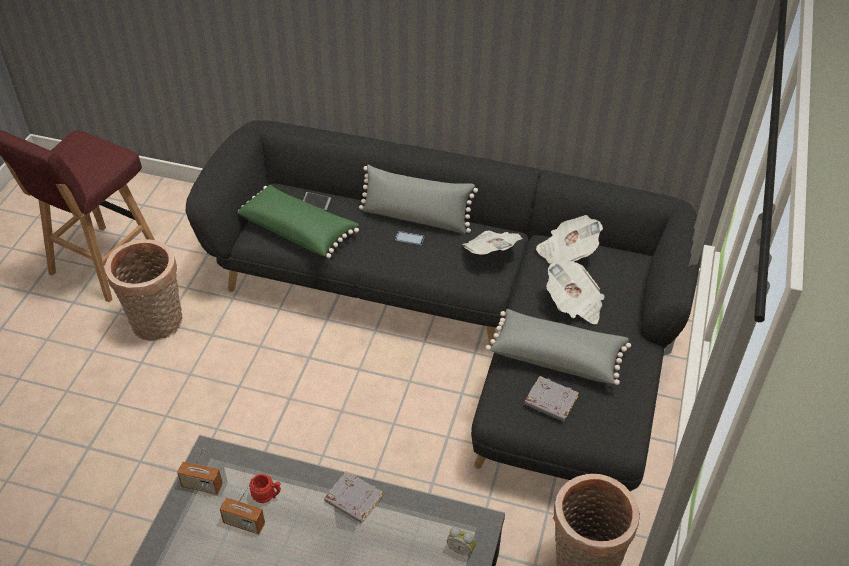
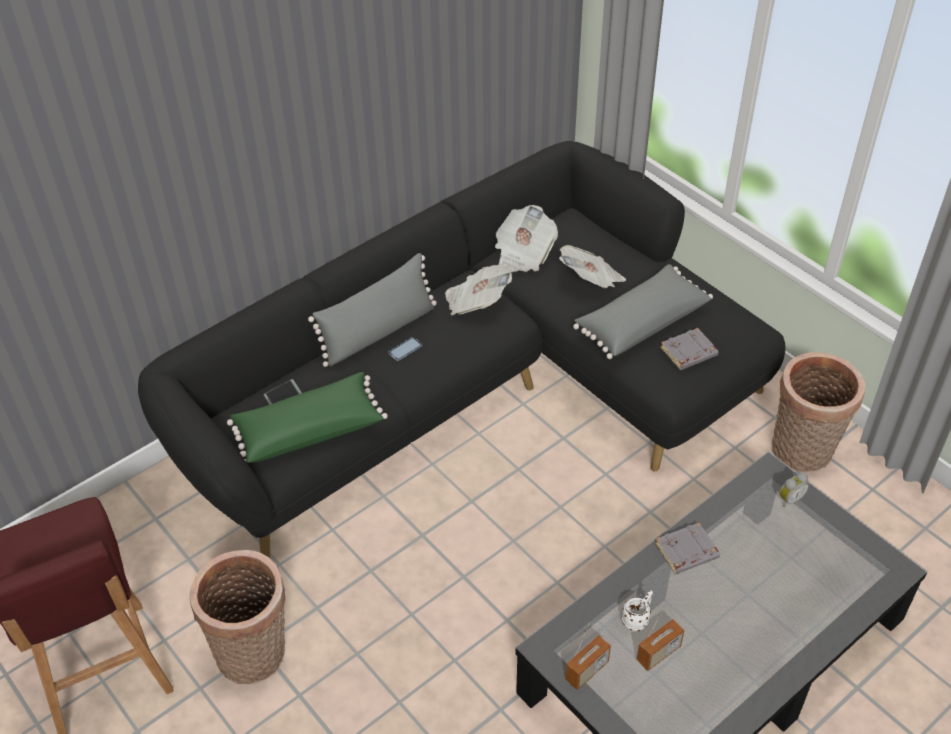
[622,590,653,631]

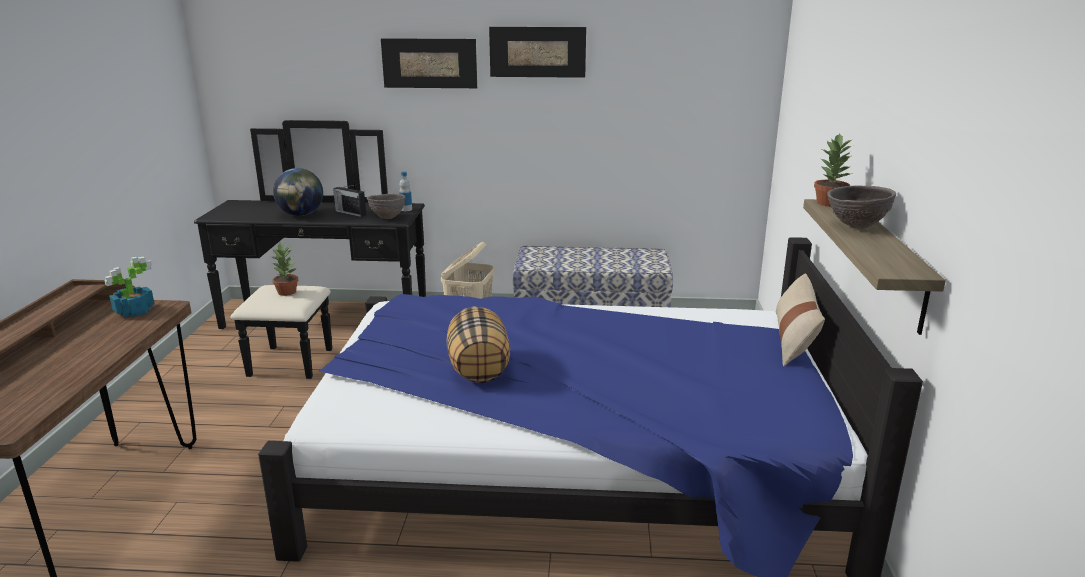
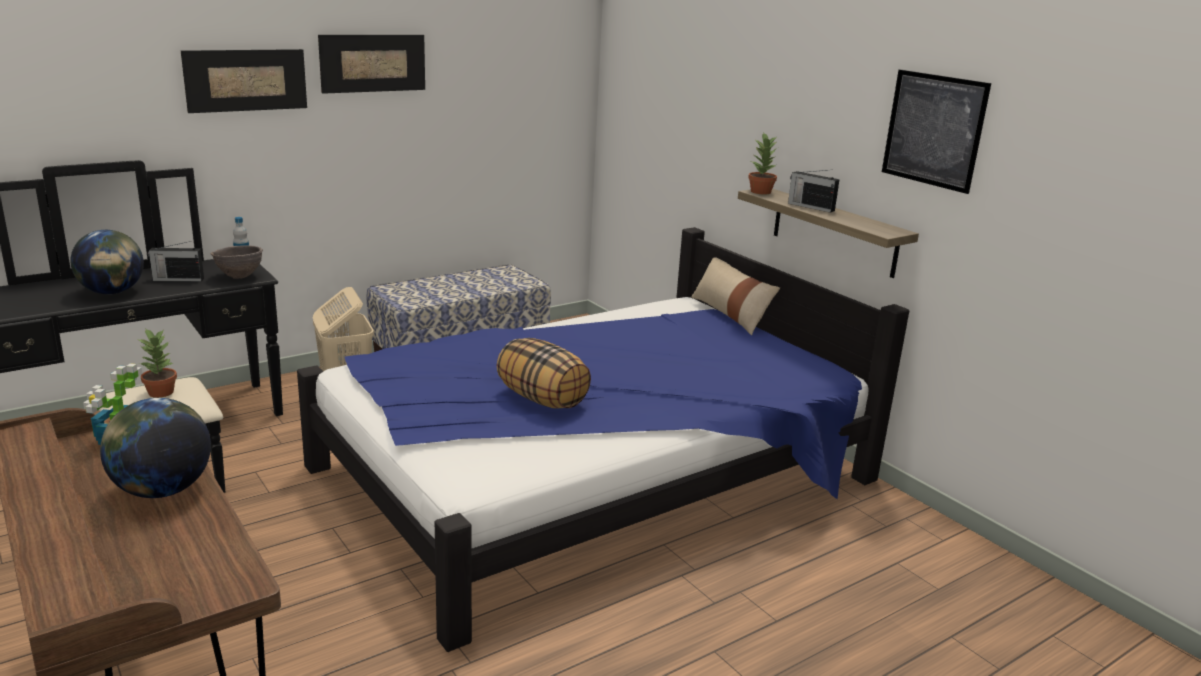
[788,170,840,213]
[882,70,991,194]
[100,398,211,498]

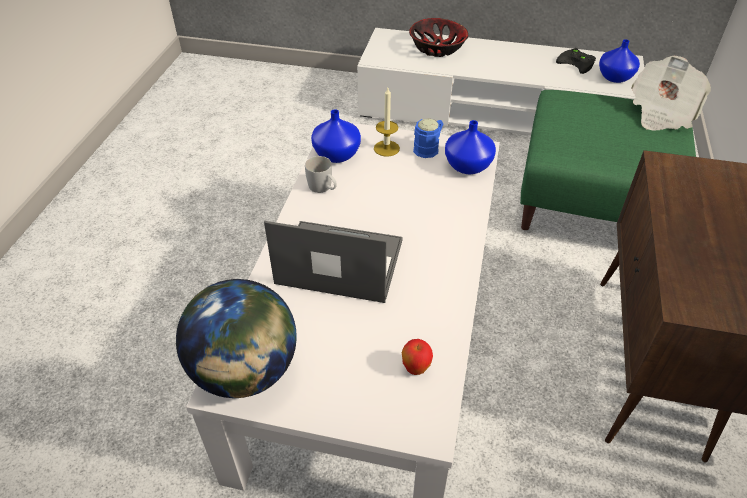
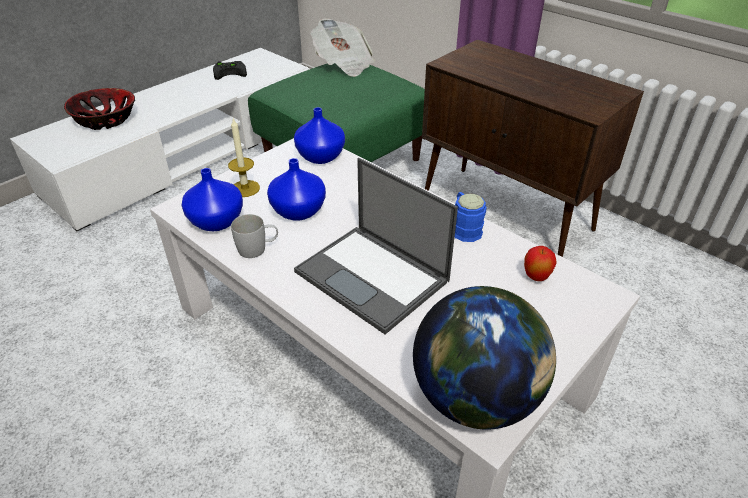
[267,158,326,221]
[454,192,487,242]
[294,158,458,334]

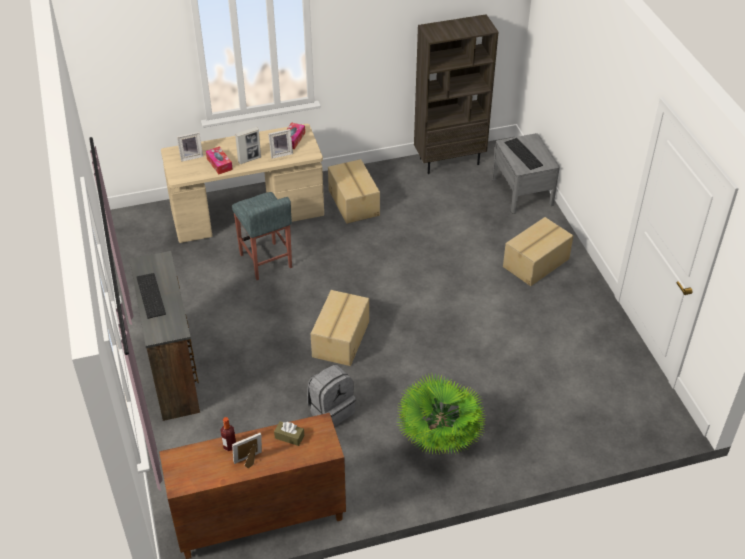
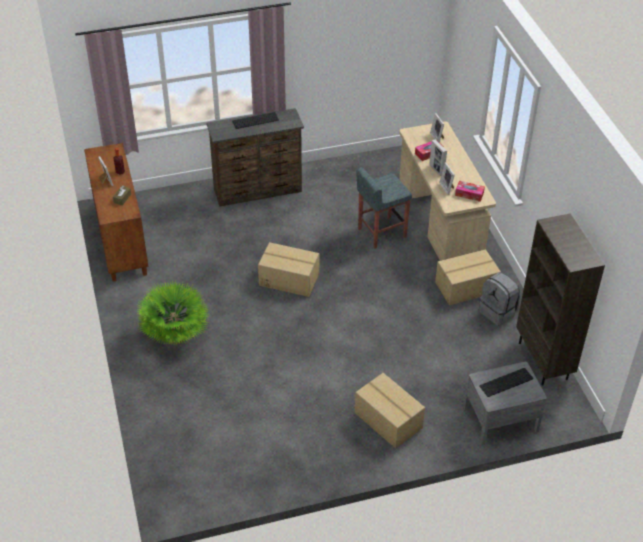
[479,272,520,326]

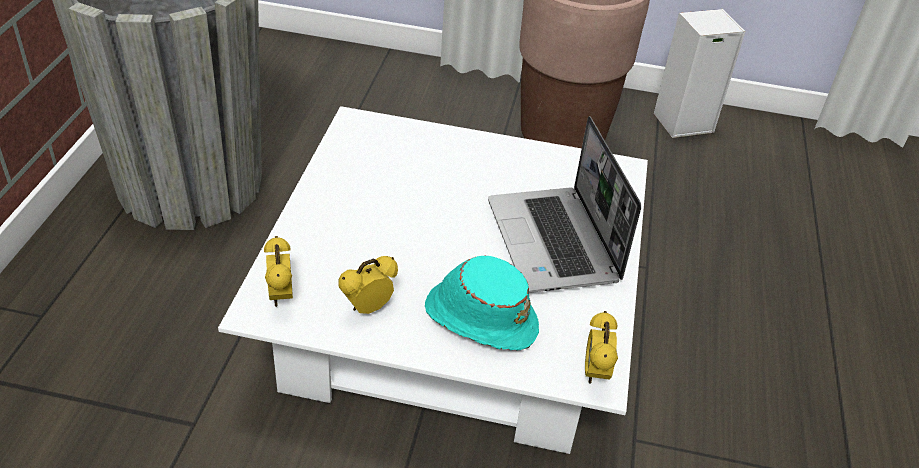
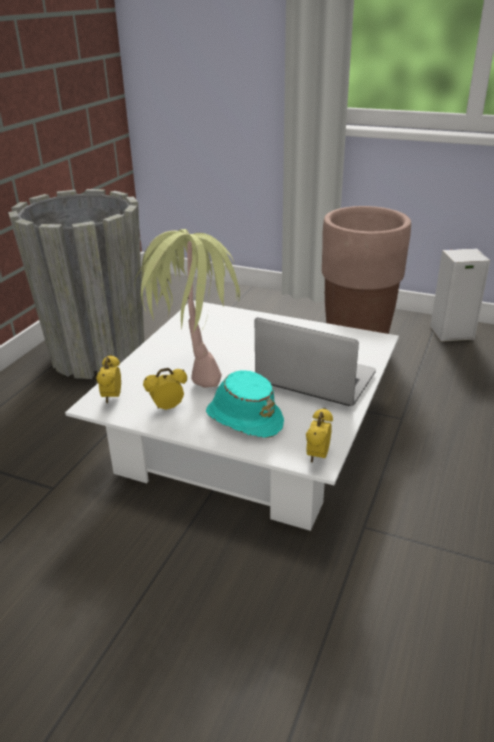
[255,318,376,406]
[134,229,240,388]

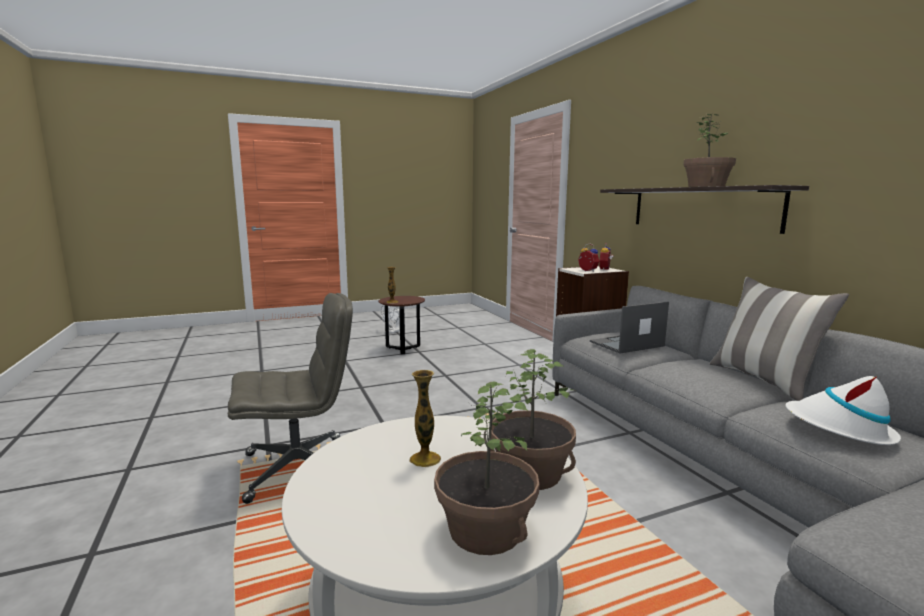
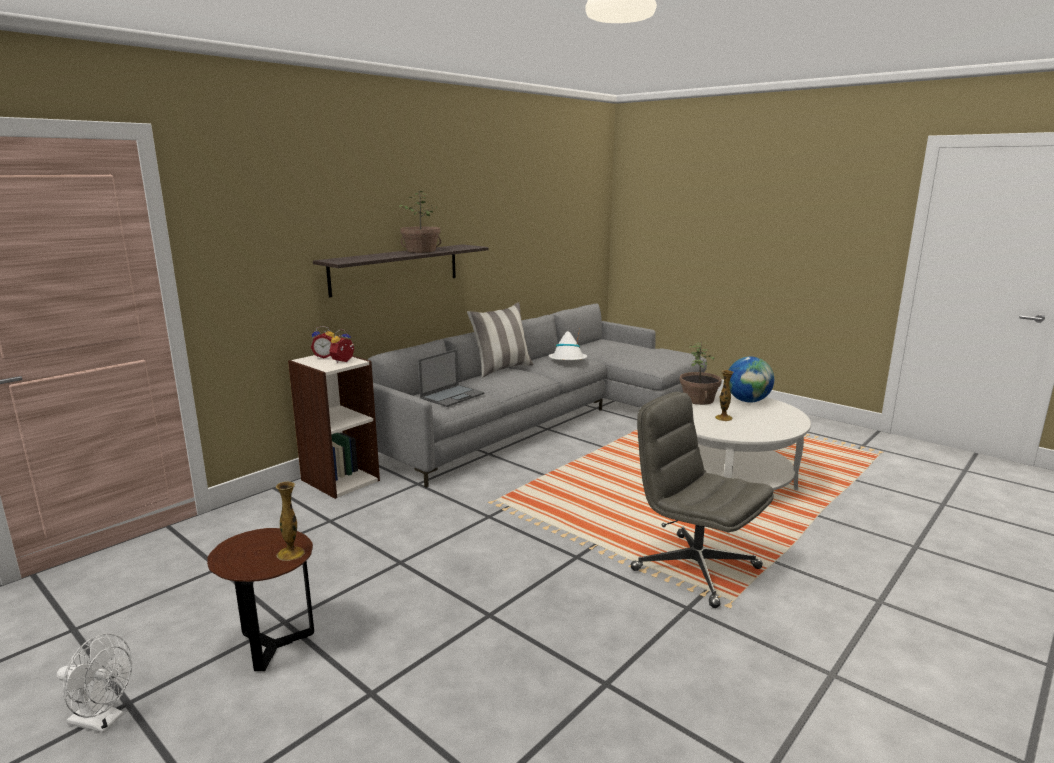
[418,349,484,407]
[729,356,774,403]

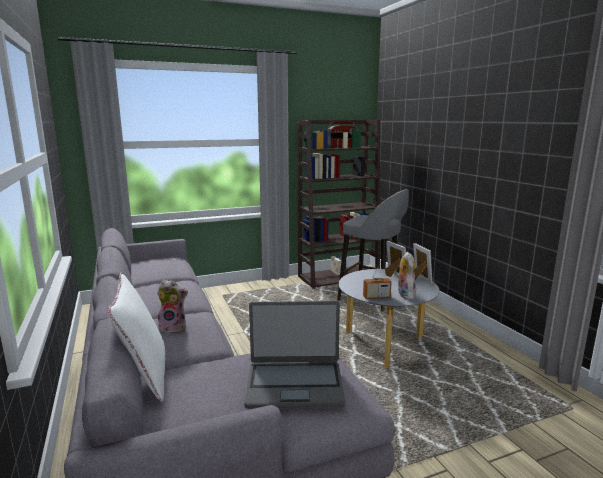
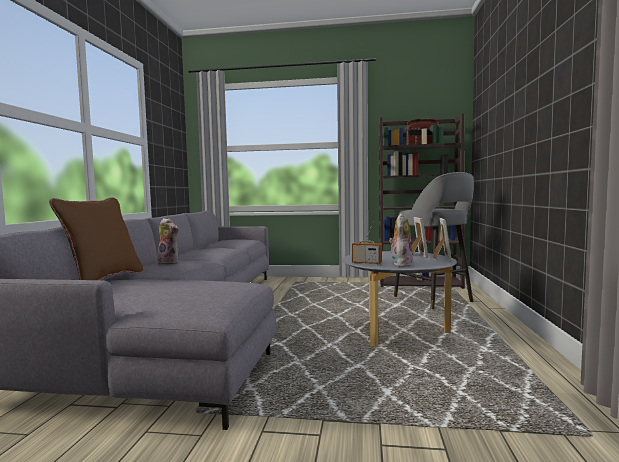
[49,197,144,280]
[244,301,346,409] (first image)

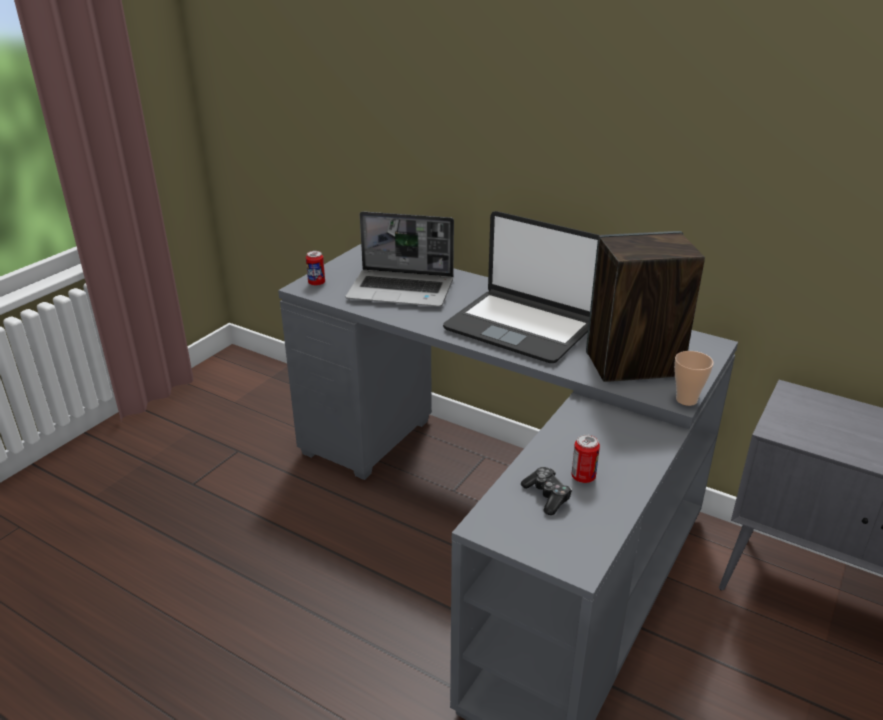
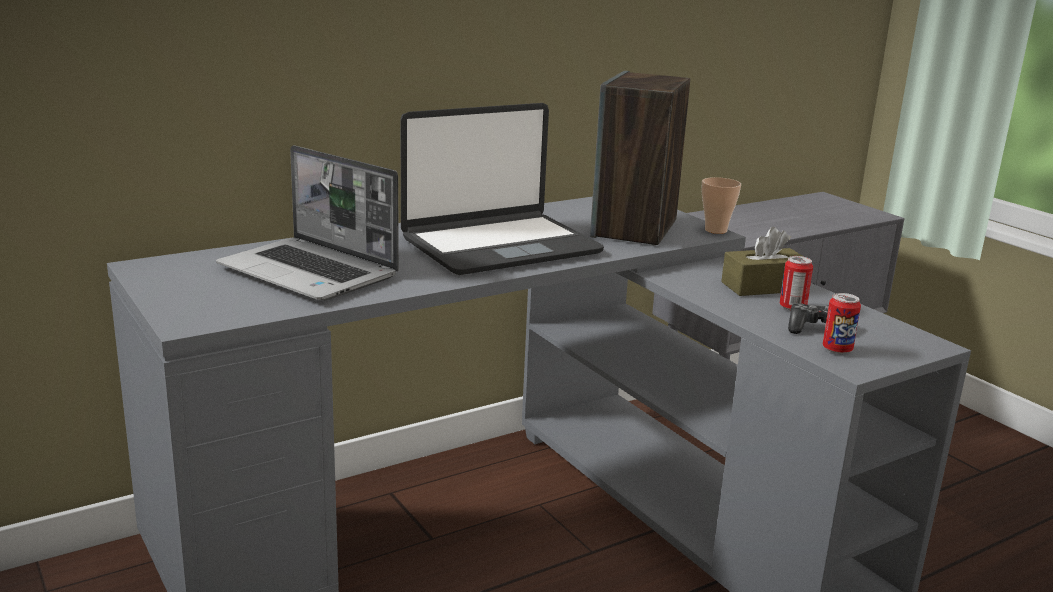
[216,145,399,300]
[823,293,861,354]
[721,227,804,296]

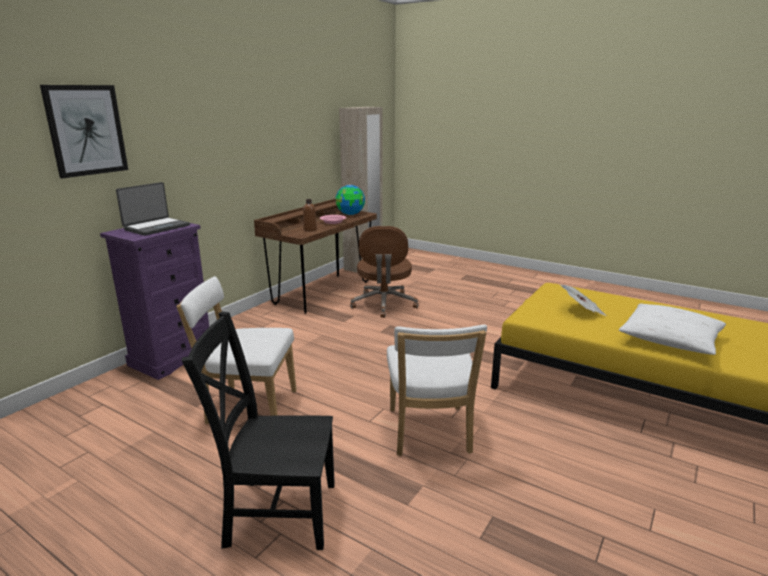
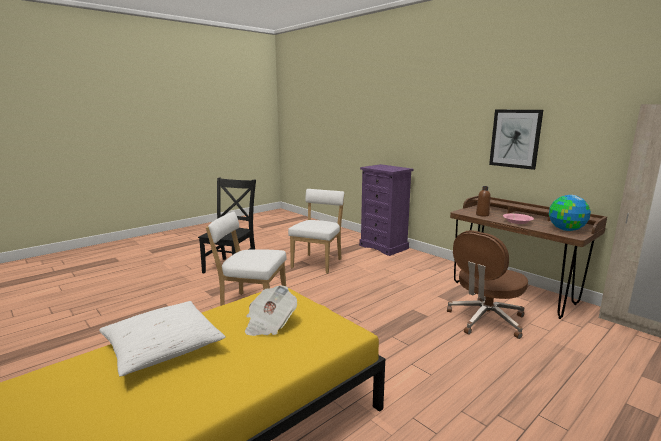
[489,110,543,170]
[116,182,190,236] (first image)
[447,230,528,339]

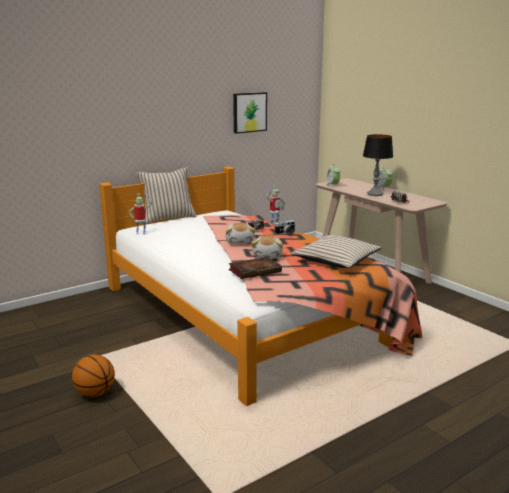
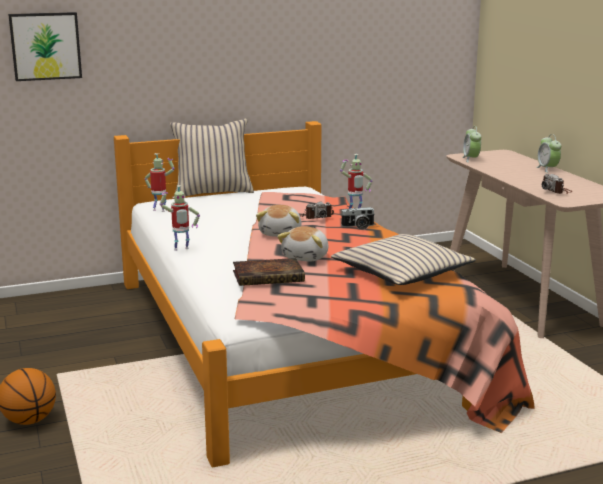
[8,12,82,81]
[363,134,393,196] (first image)
[160,185,200,251]

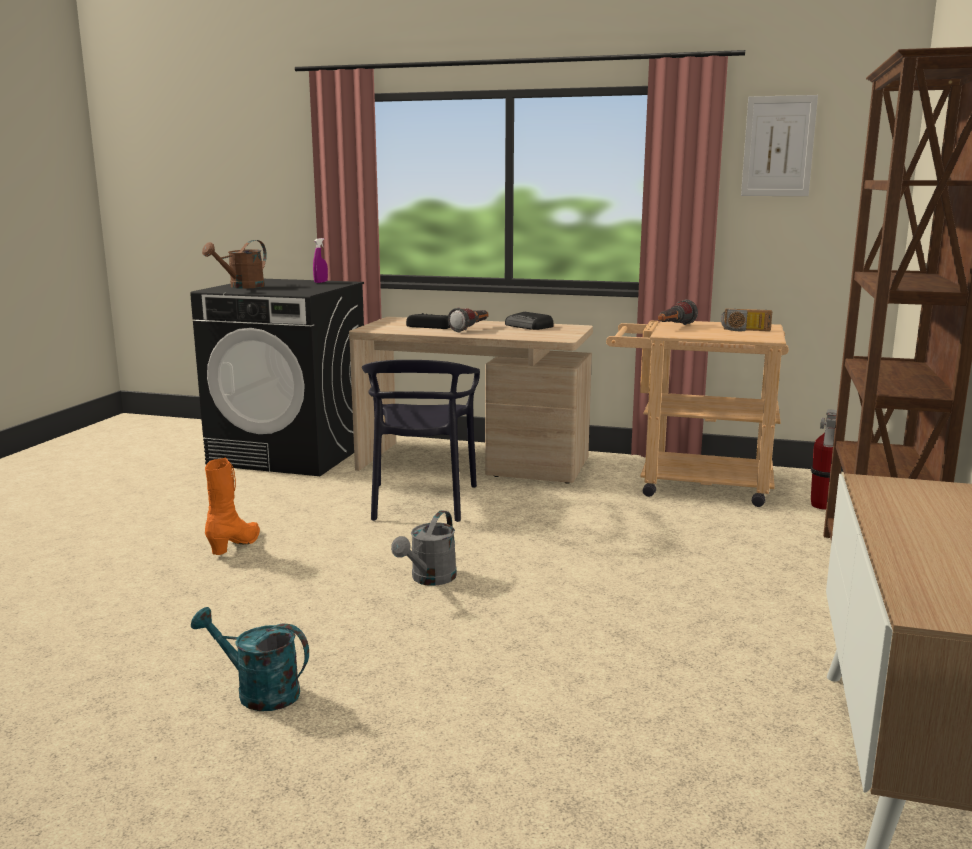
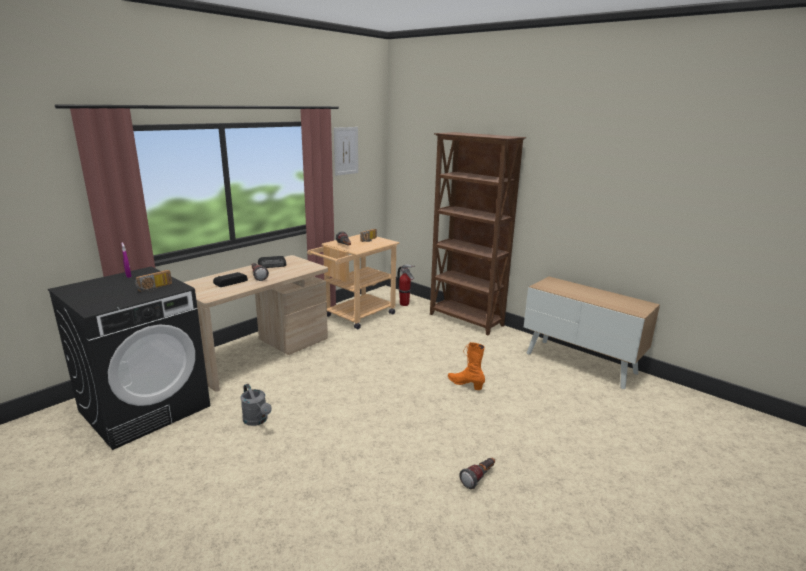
[202,240,267,289] (first image)
[362,360,480,522] (first image)
[448,342,485,390]
[241,384,272,426]
[459,458,495,489]
[135,270,172,292]

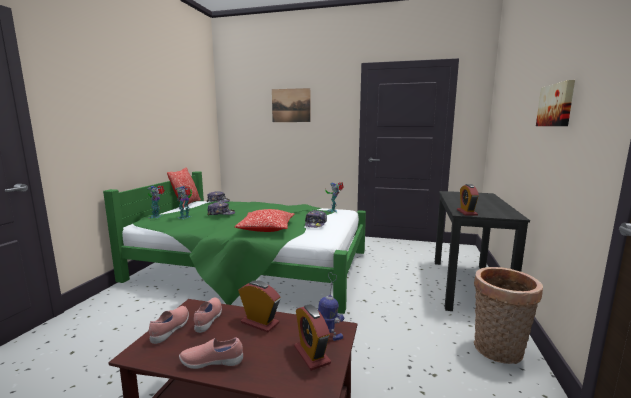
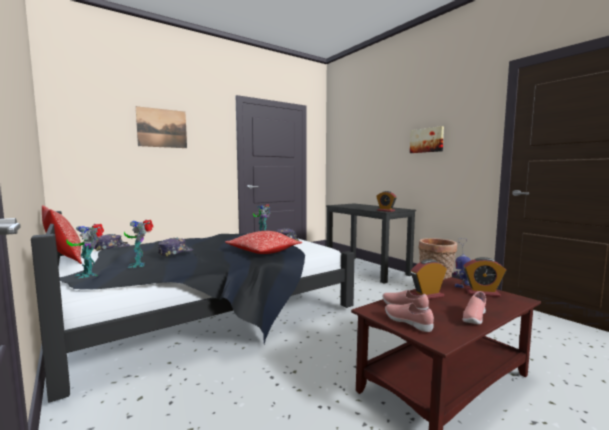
[31,211,355,403]

